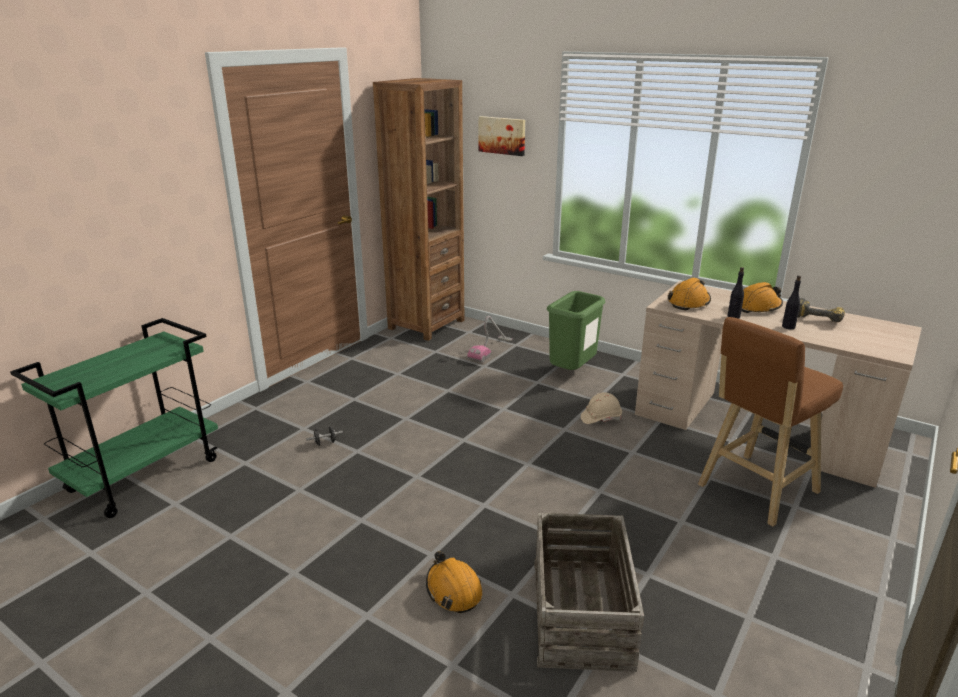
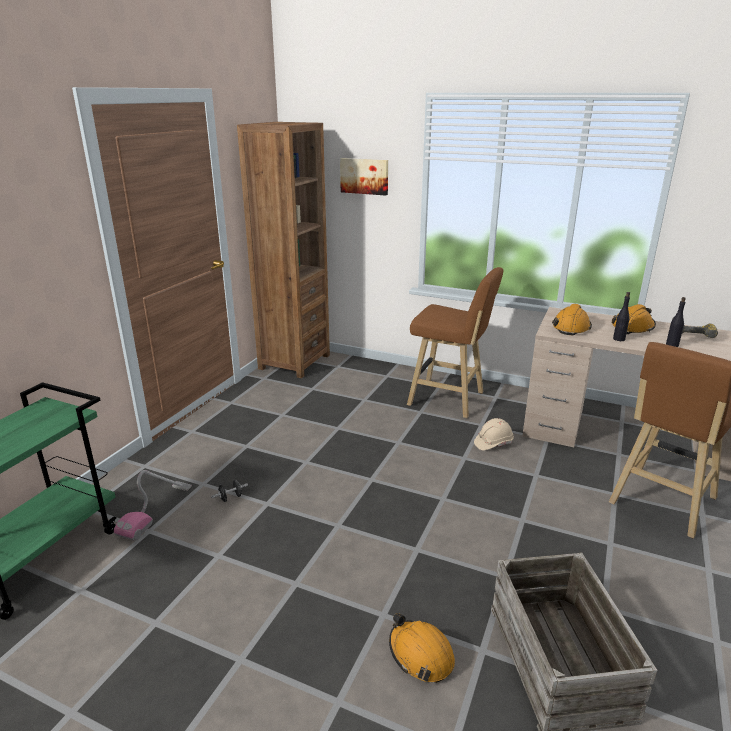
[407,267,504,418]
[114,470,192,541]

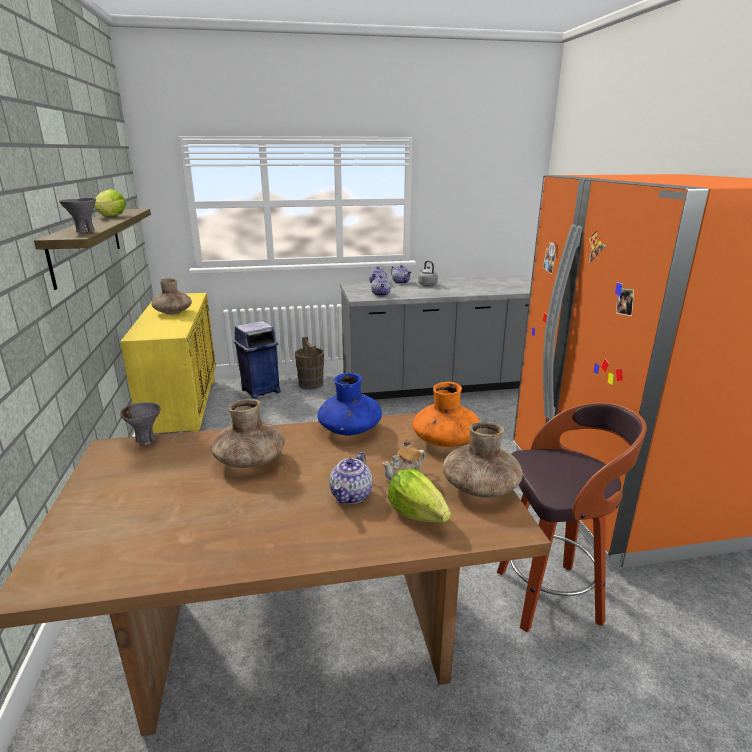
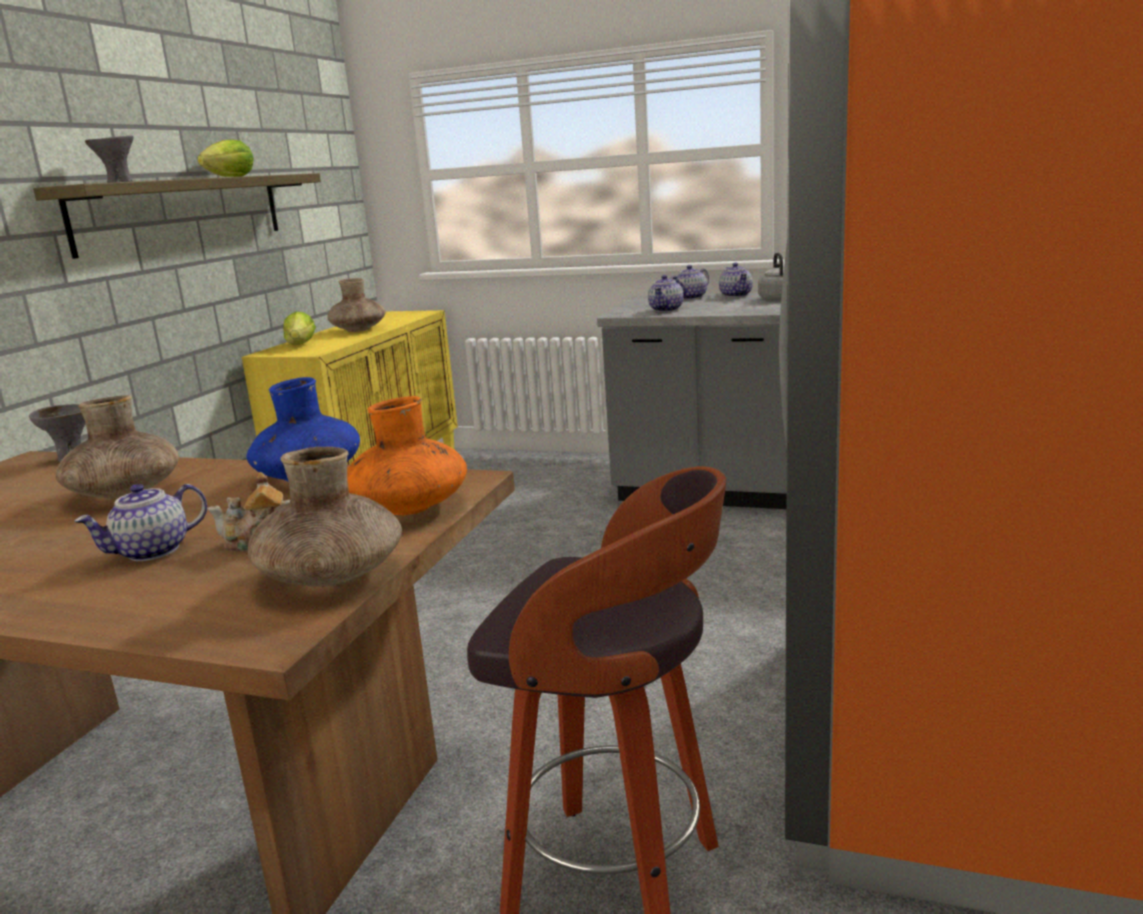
[233,321,281,399] (first image)
[295,337,324,389] (first image)
[283,312,316,345]

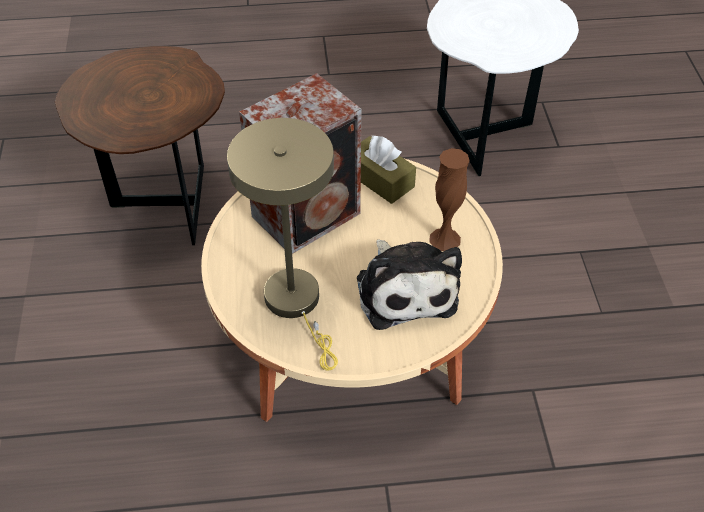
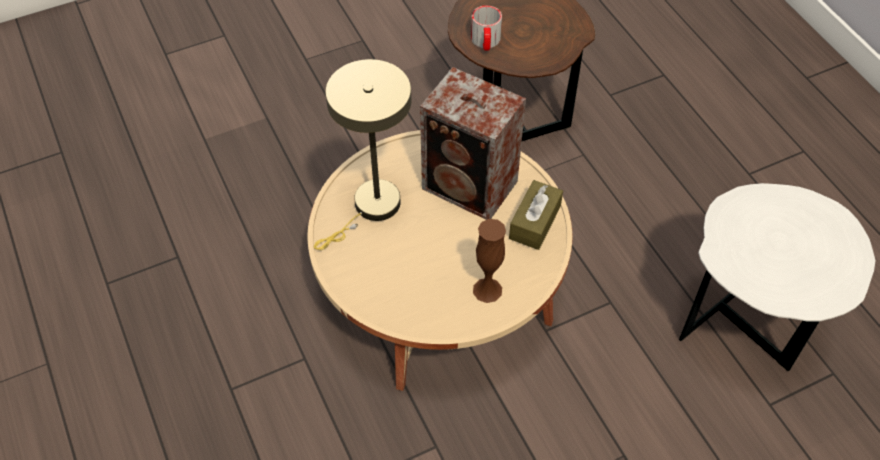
[357,239,462,330] (first image)
[471,5,502,51]

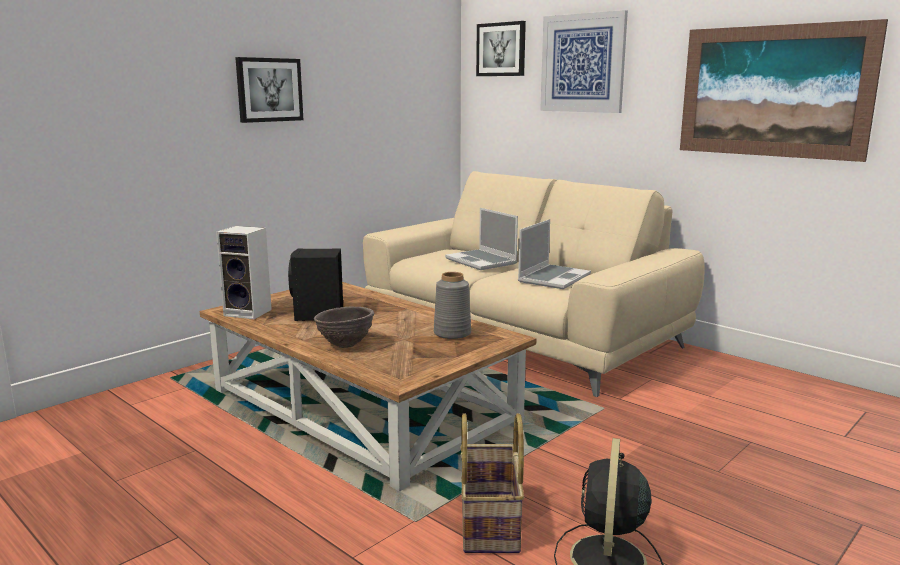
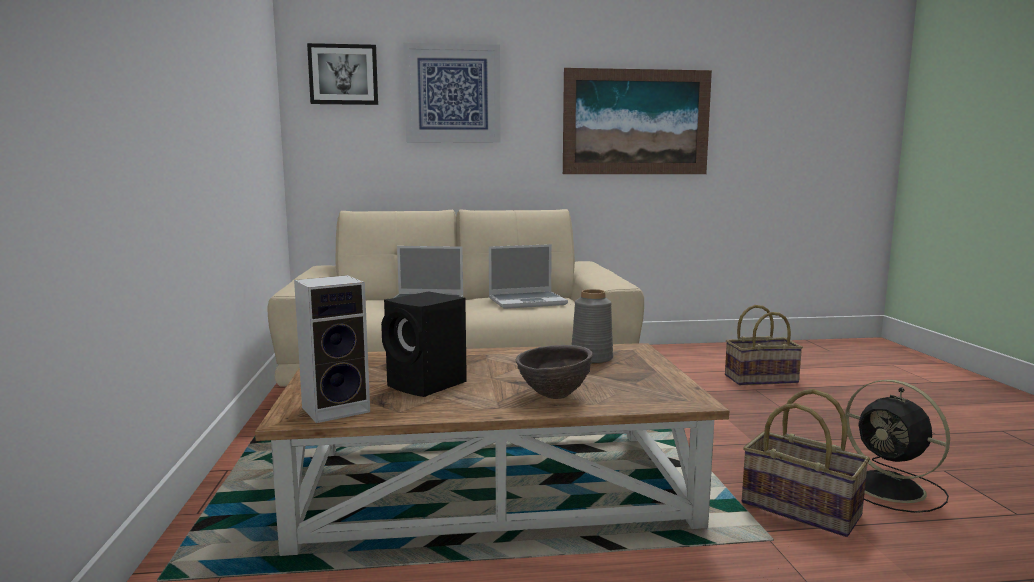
[235,57,303,123] (first image)
[489,244,568,309]
[725,305,803,385]

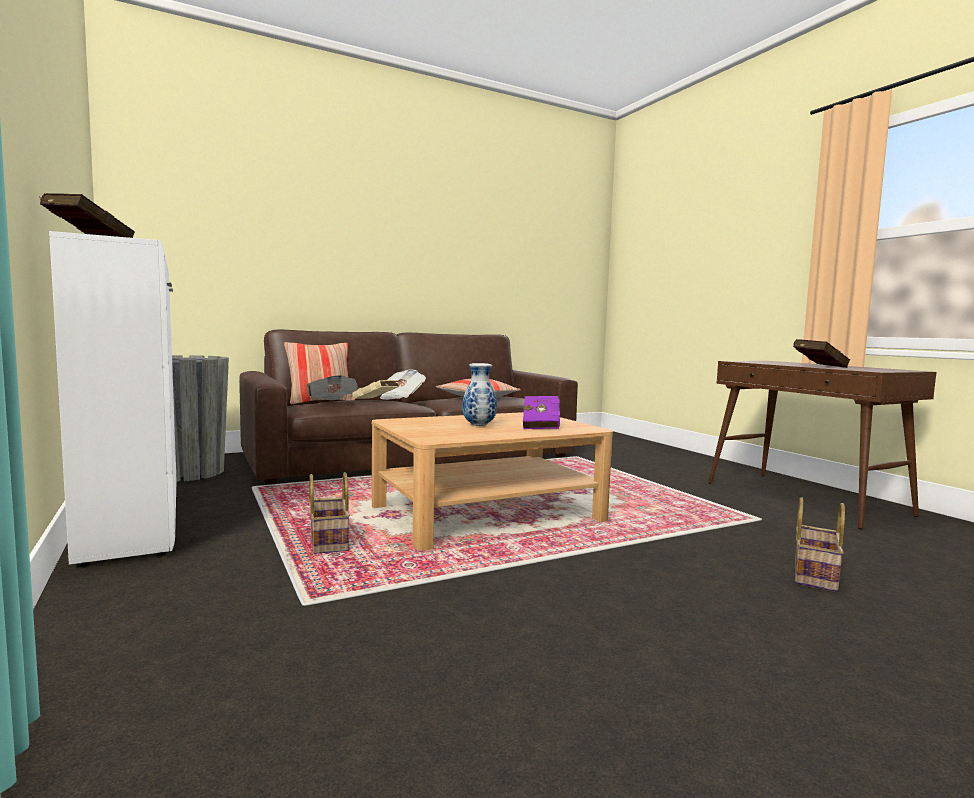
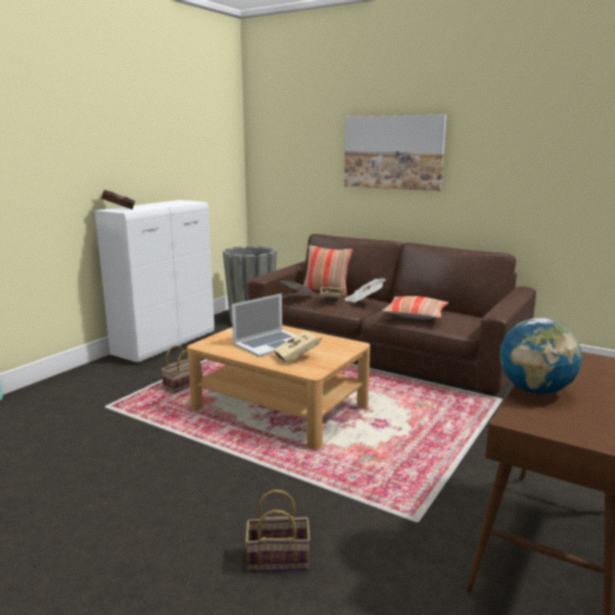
[500,318,582,394]
[232,293,297,357]
[273,331,322,364]
[344,115,447,191]

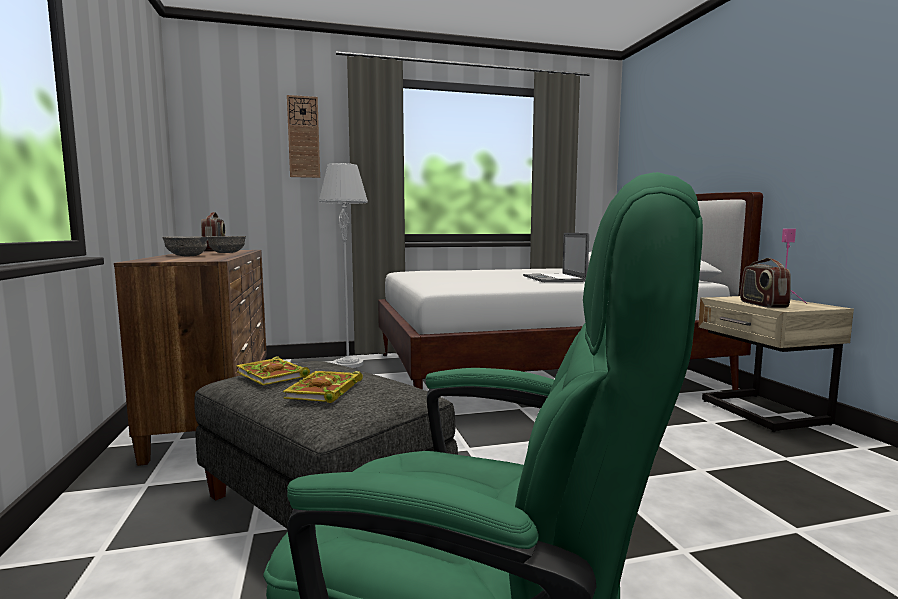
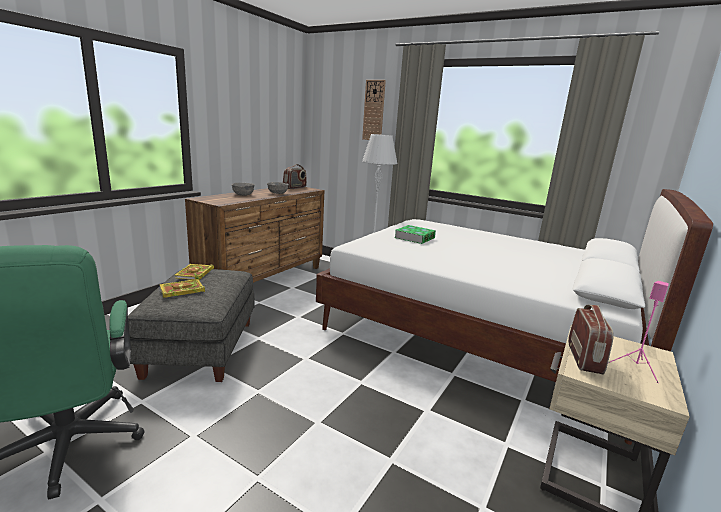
[523,233,589,282] (first image)
[568,305,614,374]
[395,225,436,244]

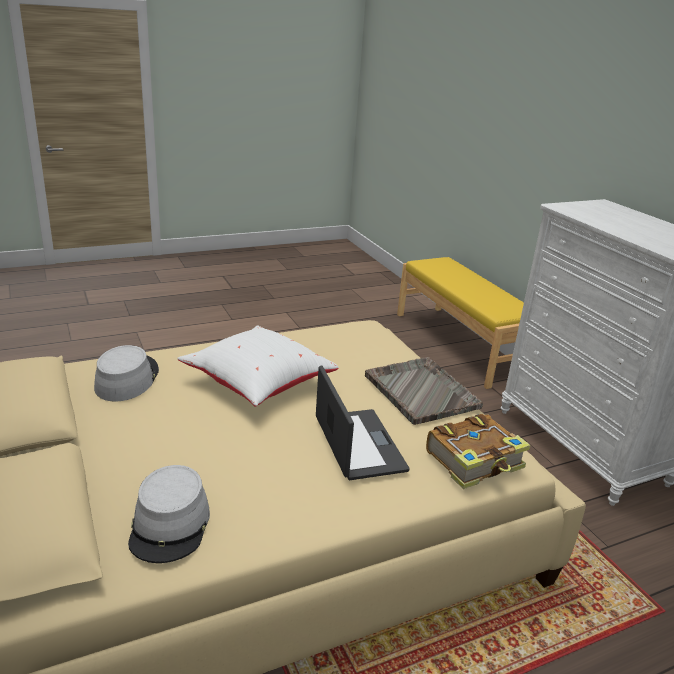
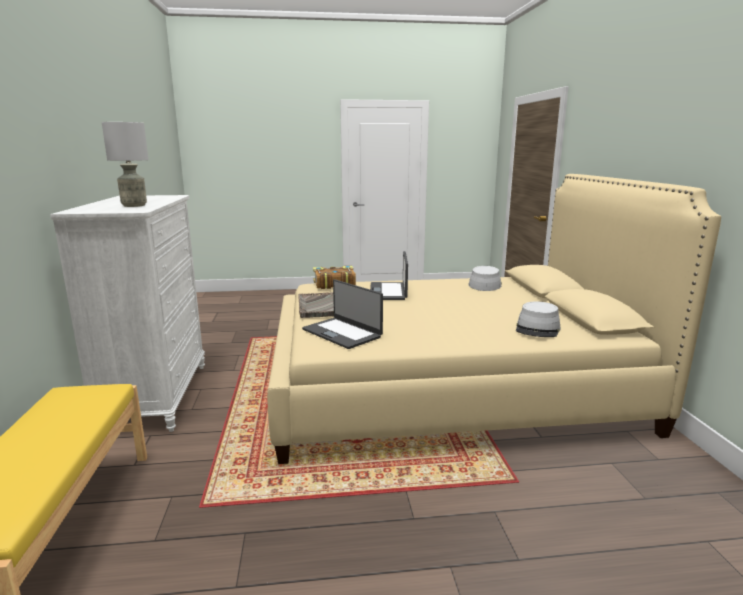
[177,326,339,407] (first image)
[102,122,149,207]
[302,280,383,349]

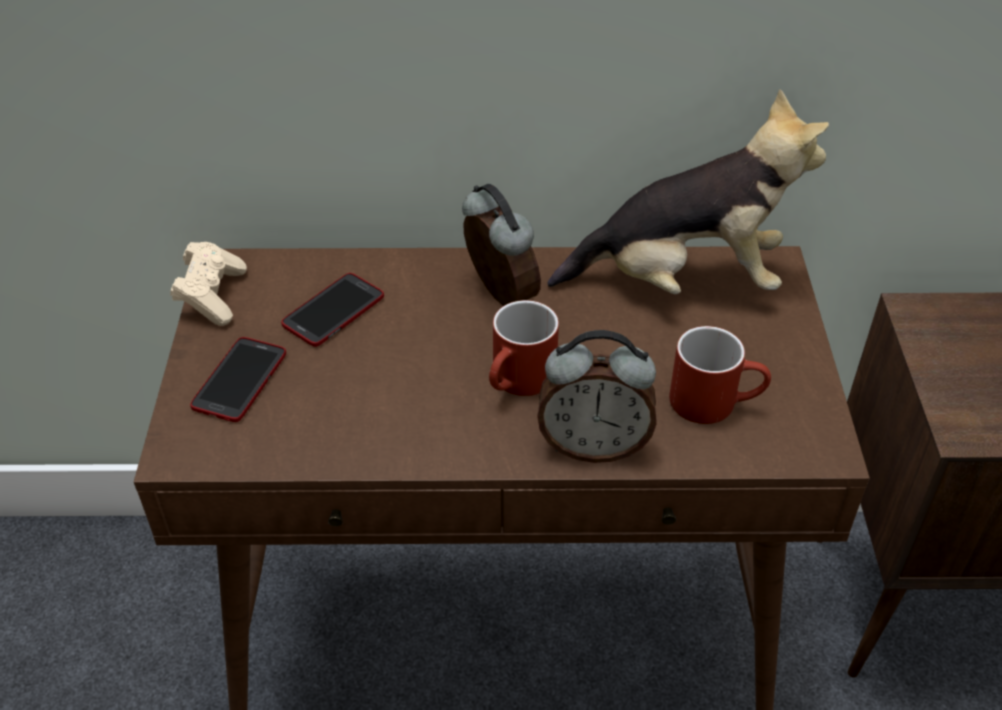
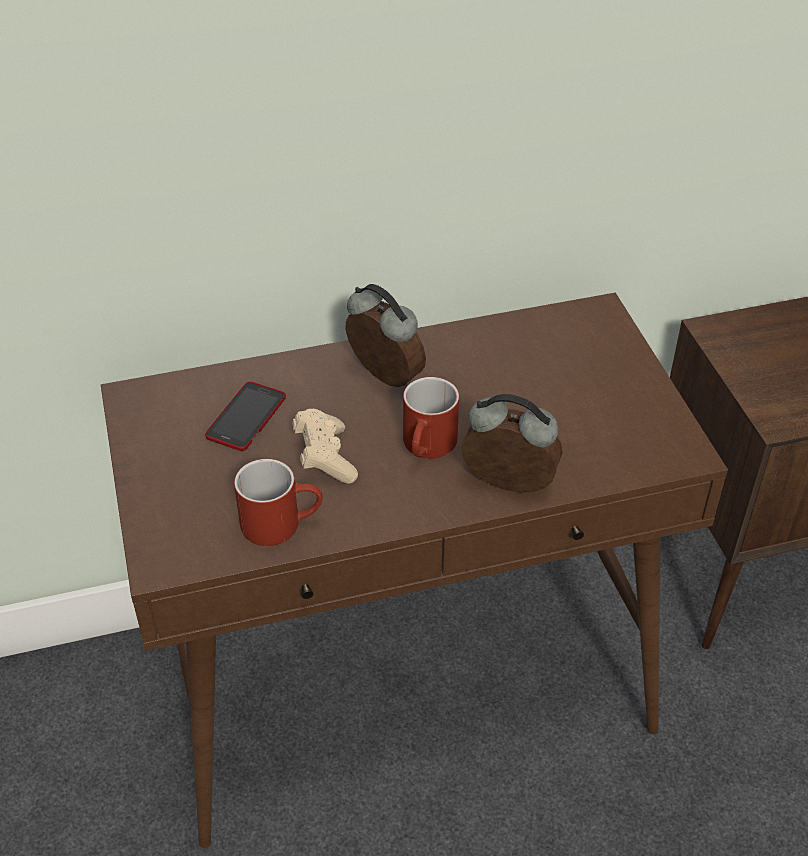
[547,89,829,294] (first image)
[292,409,358,484]
[234,459,323,546]
[461,394,562,493]
[190,337,286,422] (first image)

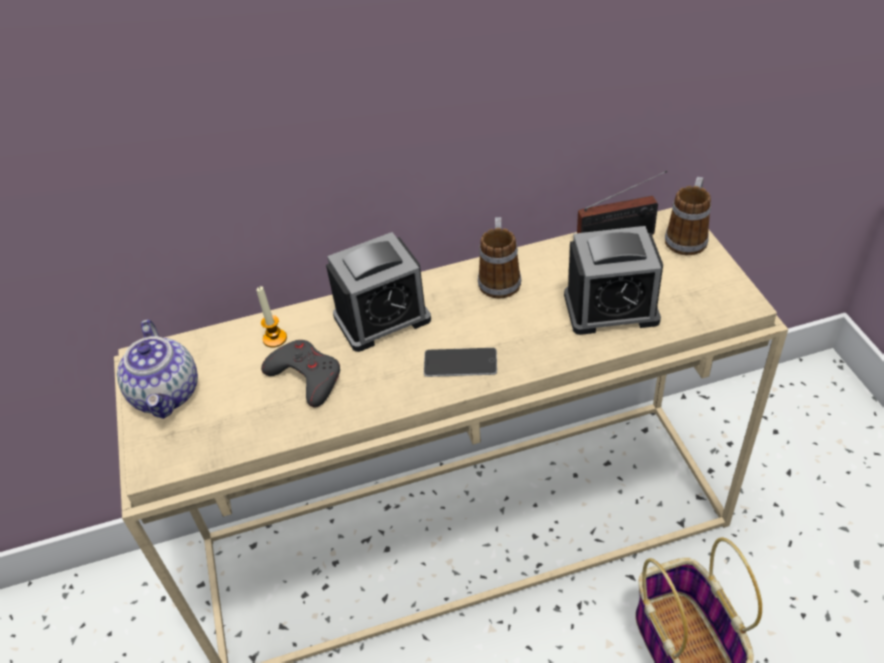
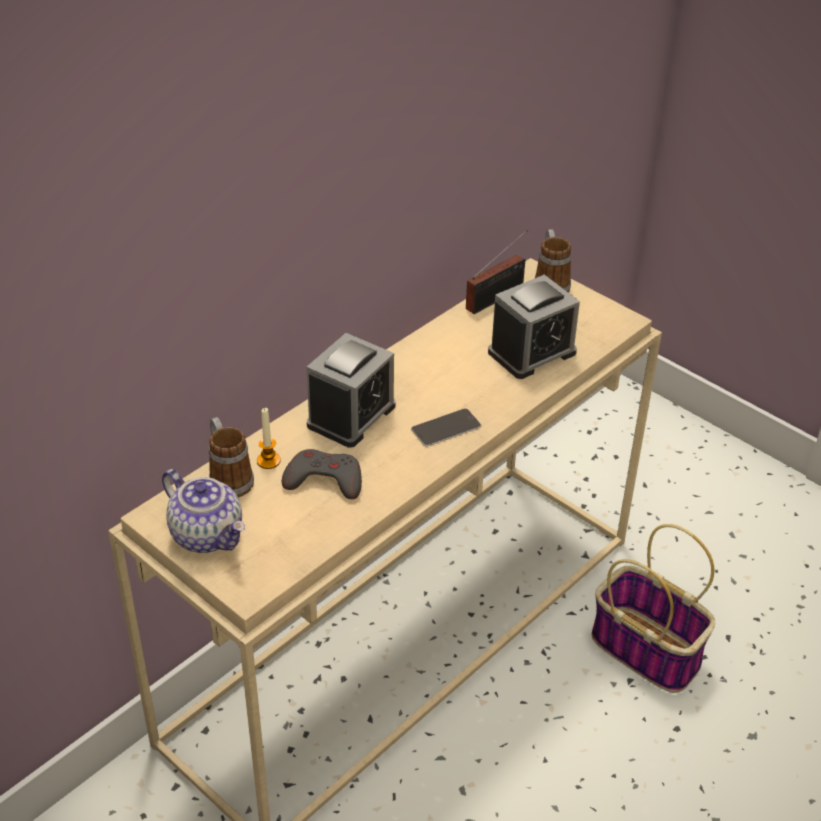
[209,417,254,498]

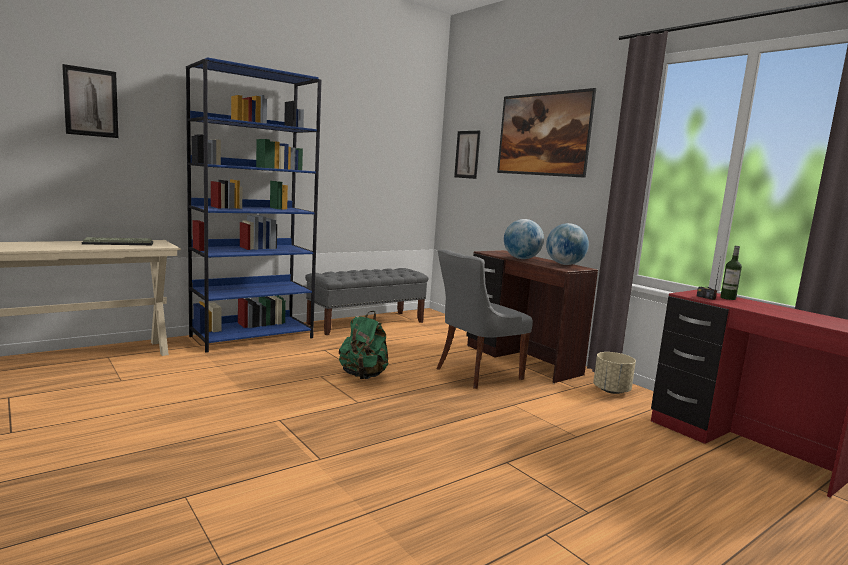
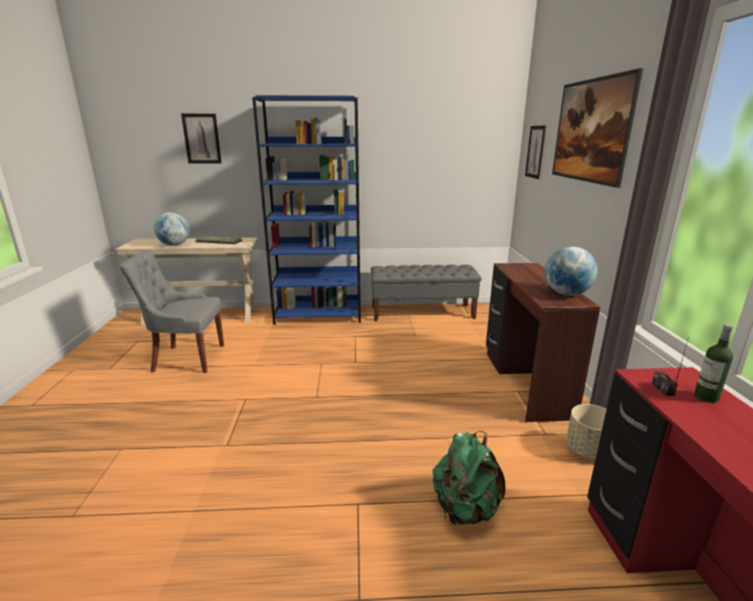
[154,212,190,246]
[119,250,224,373]
[432,431,505,525]

